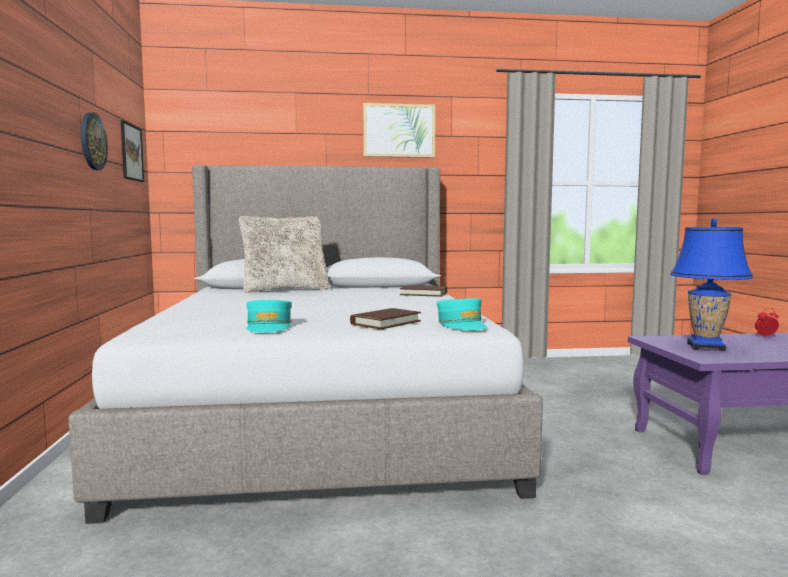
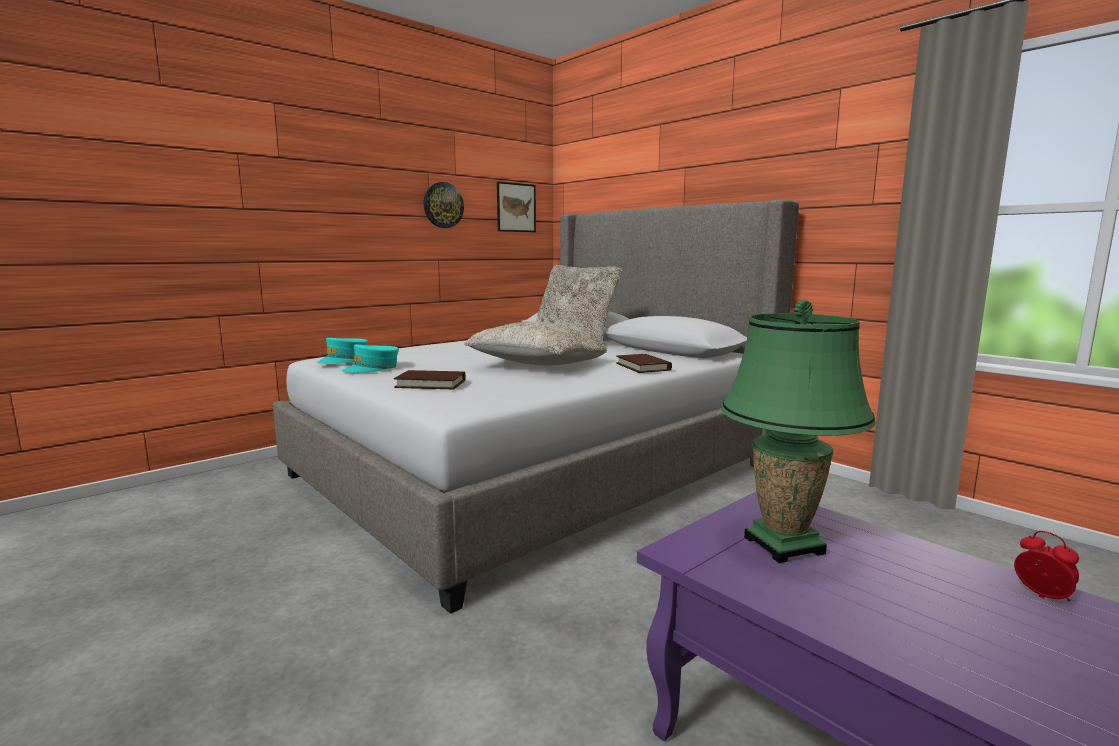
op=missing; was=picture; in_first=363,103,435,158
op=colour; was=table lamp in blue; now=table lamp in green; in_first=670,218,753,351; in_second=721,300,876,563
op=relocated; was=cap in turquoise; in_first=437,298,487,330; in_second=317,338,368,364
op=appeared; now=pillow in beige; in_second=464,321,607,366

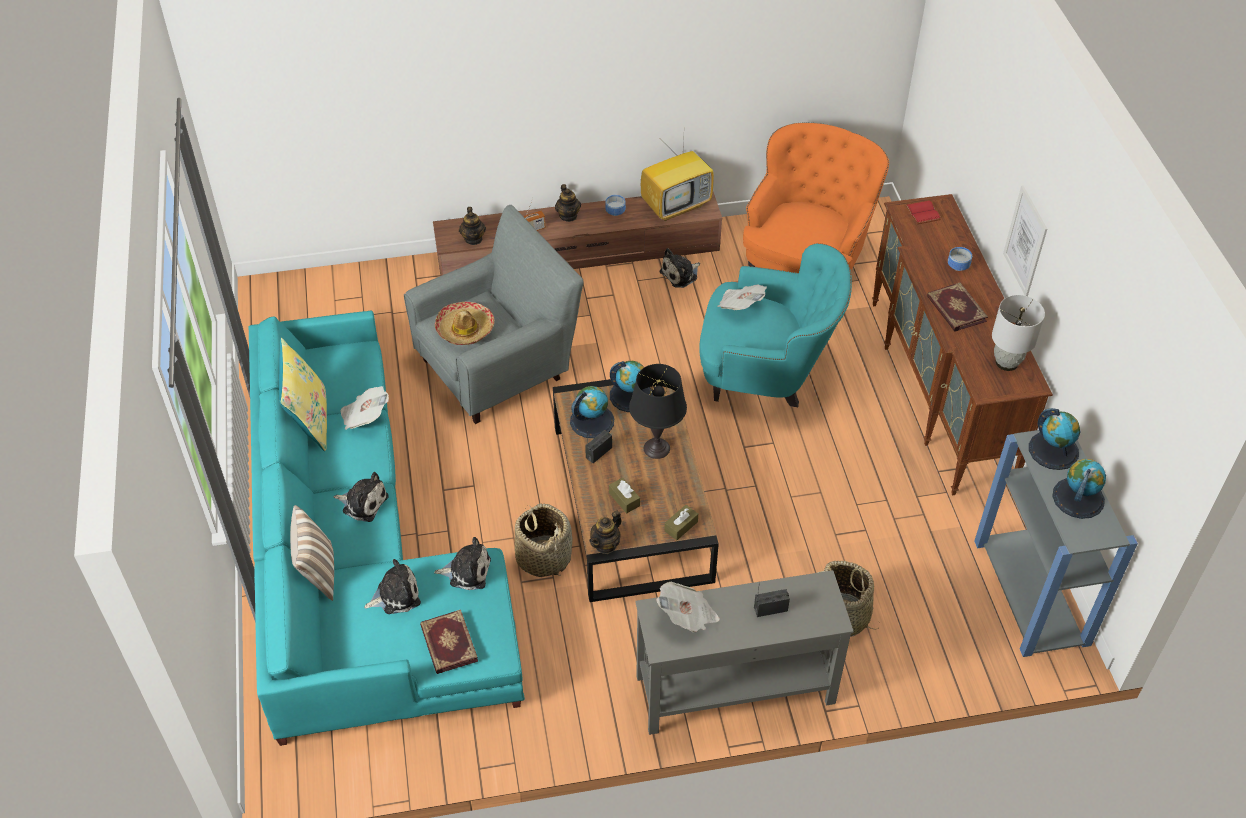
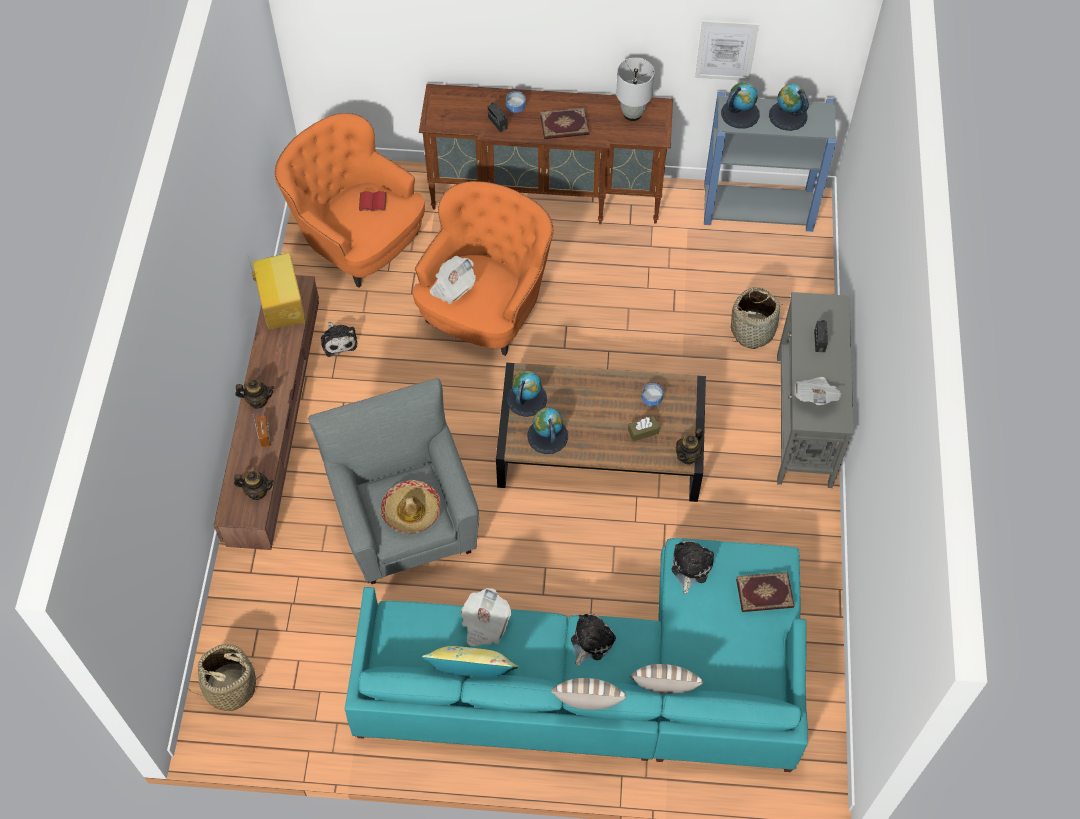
op=relocated; was=picture; in_first=1003,186,1047,296; in_second=695,20,759,81
op=relocated; was=bowl; in_first=605,195,626,216; in_second=641,383,663,406
op=relocated; was=book in red; in_first=906,200,941,224; in_second=359,191,387,211
op=colour; was=armchair in turquoise; now=armchair in orange; in_first=699,243,852,407; in_second=413,181,554,356
op=missing; was=table lamp in black; in_first=629,364,687,459
op=relocated; was=radio; in_first=585,430,612,463; in_second=487,102,508,132
op=relocated; was=basket; in_first=515,503,572,577; in_second=191,644,260,711
op=missing; was=tissue box in brown; in_first=664,505,698,540
op=spun; was=teapot; in_first=589,510,621,554; in_second=676,428,703,465; clockwise=75
op=missing; was=plush toy; in_first=364,559,421,614
op=appeared; now=pillow; in_second=551,678,626,710

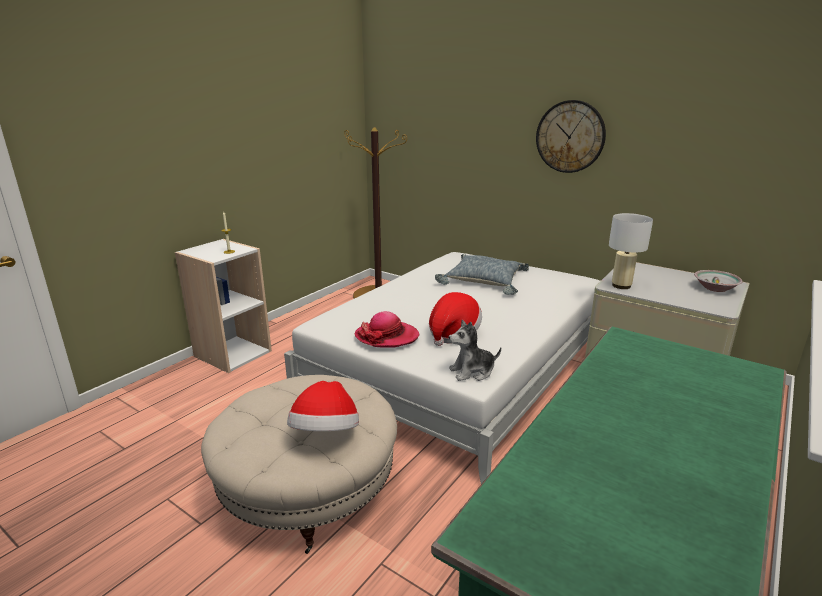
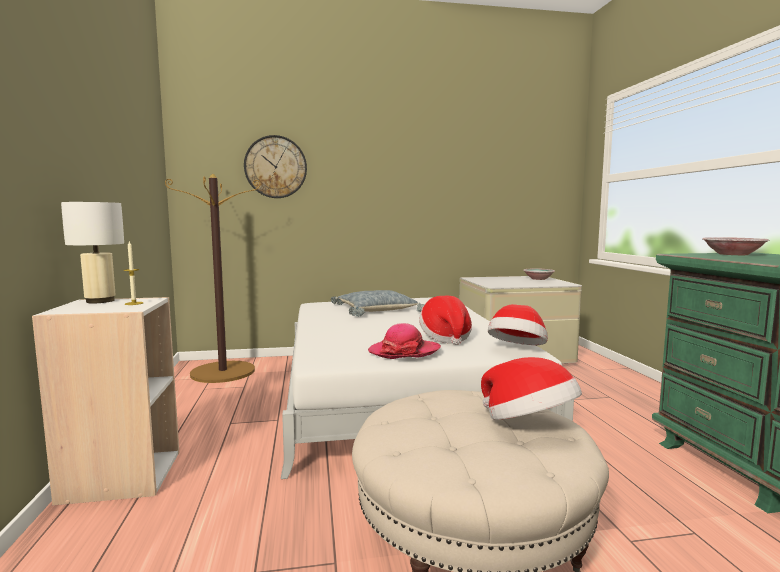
op=relocated; was=wall clock; in_first=536,100,606,173; in_second=244,135,307,198
op=relocated; was=table lamp in white; in_first=609,213,653,289; in_second=61,202,124,303
op=exchanged; was=plush toy; now=hat; in_first=448,320,501,381; in_second=488,304,548,345
op=appeared; now=bowl; in_second=703,237,770,255

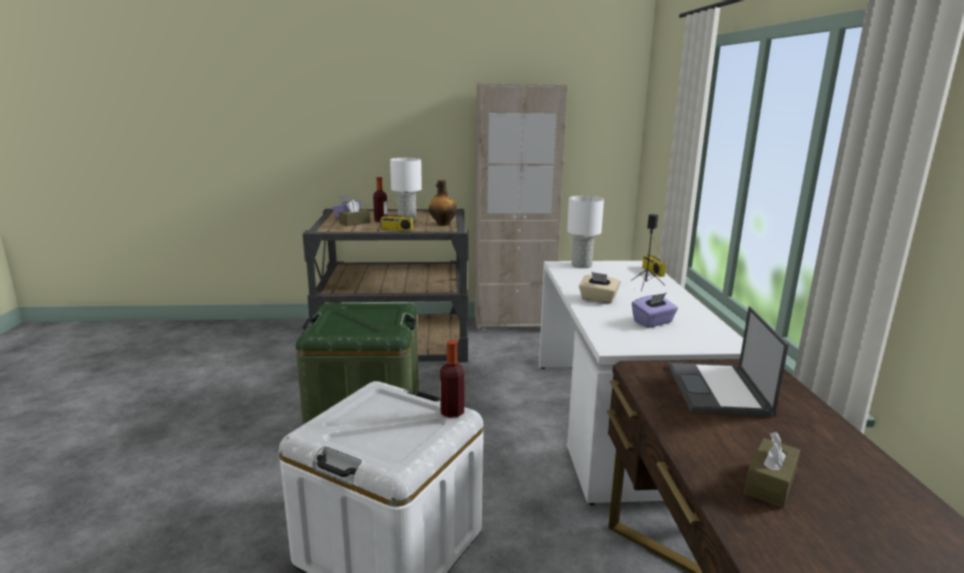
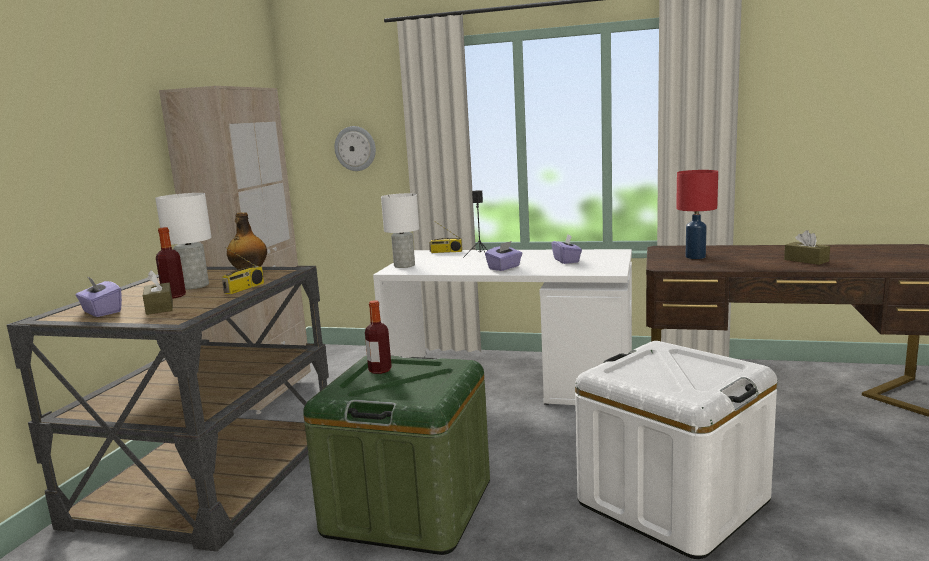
op=colour; was=tissue box in beige; now=tissue box in purple; in_first=579,272,620,304; in_second=485,241,522,271
op=exchanged; was=laptop; now=table lamp in red; in_first=668,306,789,416; in_second=676,170,718,259
op=relocated; was=bottle; in_first=440,340,464,418; in_second=365,300,392,374
op=appeared; now=wall clock; in_second=334,126,376,171

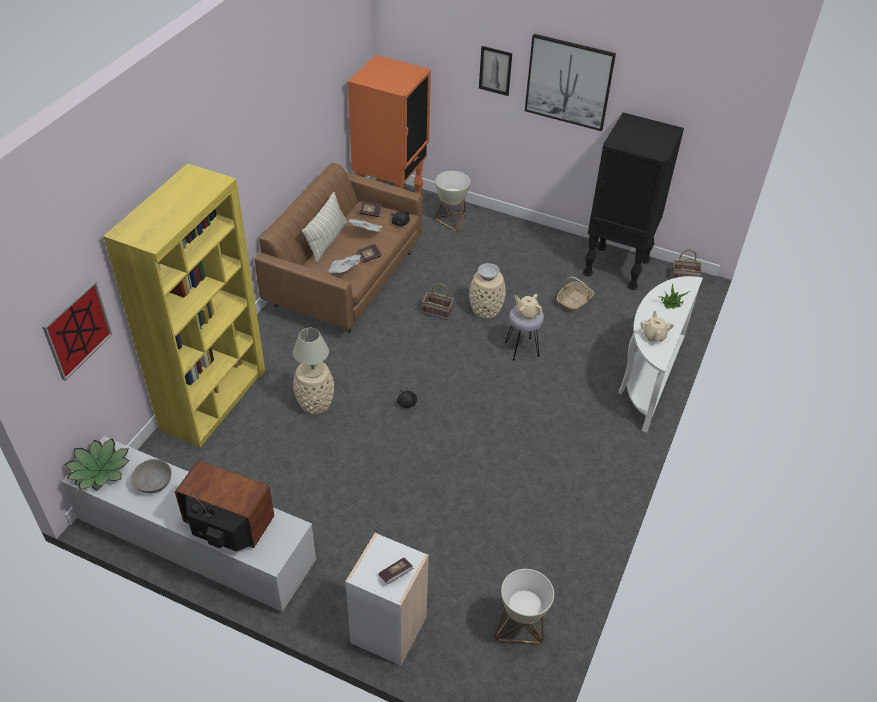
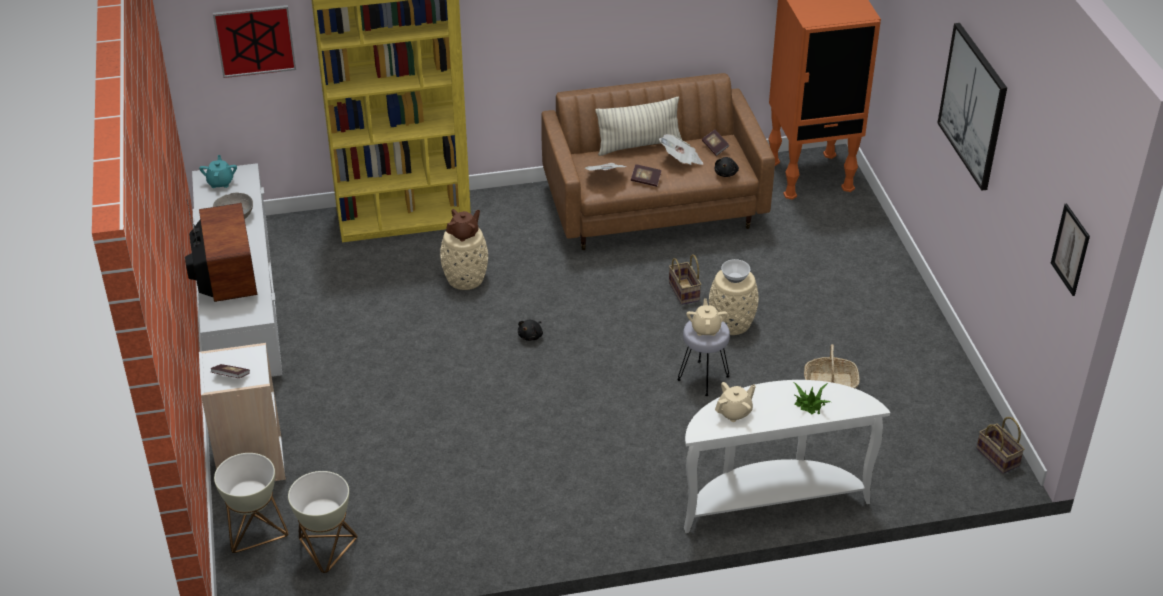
op=relocated; was=picture; in_first=479,46,512,96; in_second=1051,204,1090,296
op=missing; was=cabinet in black; in_first=583,113,684,290
op=relocated; was=planter; in_first=435,171,470,232; in_second=214,453,288,553
op=exchanged; was=table lamp in beige; now=teapot in brown; in_first=293,328,329,378; in_second=446,209,480,241
op=exchanged; was=potted plant; now=teapot in turquoise; in_first=64,438,130,491; in_second=199,155,237,188

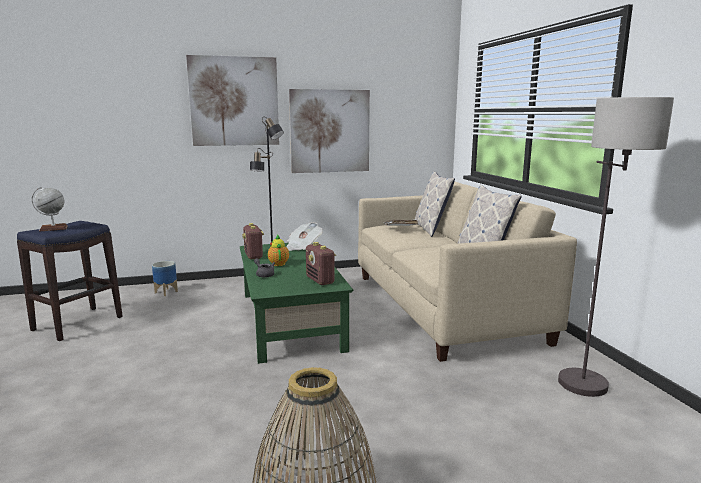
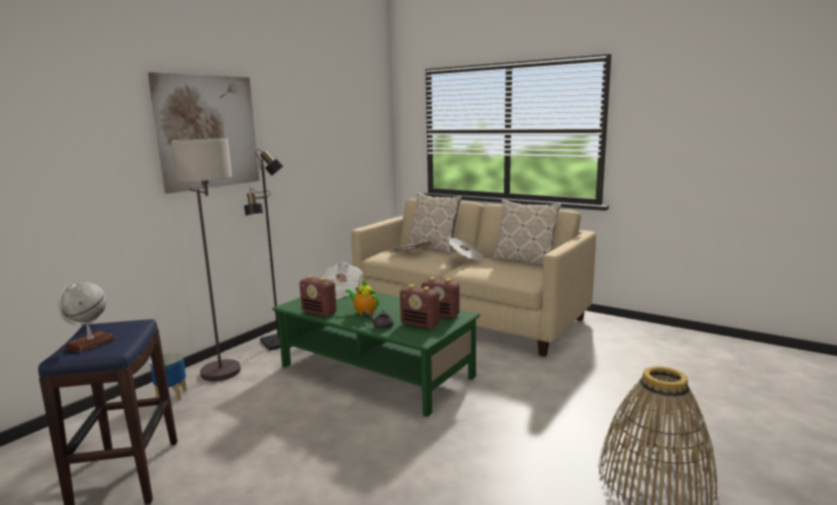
op=missing; was=picture; in_first=289,89,370,173
op=relocated; was=floor lamp in grey; in_first=558,97,674,397; in_second=171,138,241,381
op=appeared; now=newspaper; in_second=447,237,484,262
op=appeared; now=radio; in_second=400,284,440,329

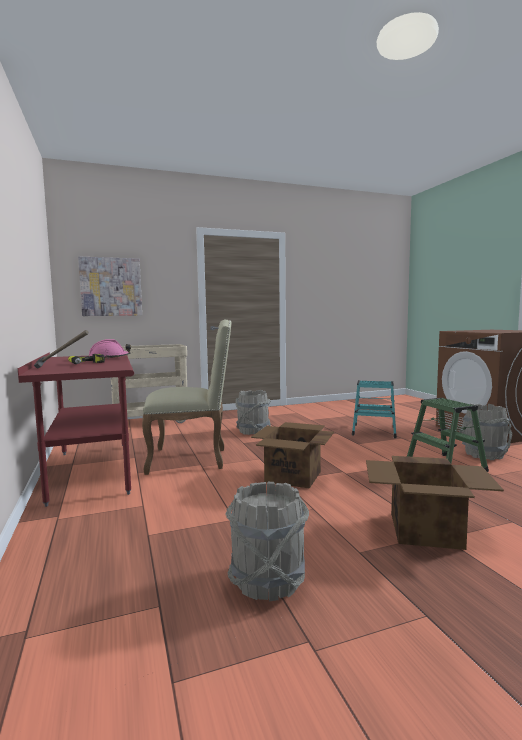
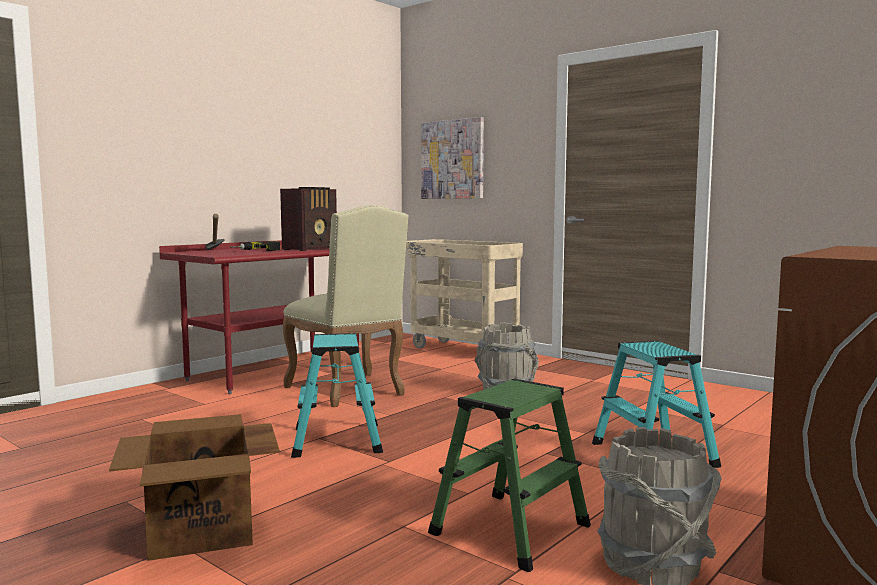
op=exchanged; was=hard hat in pink; now=radio; in_first=89,339,131,359; in_second=280,187,337,251
op=exchanged; was=cardboard box; now=step ladder in turquoise; in_first=251,422,334,488; in_second=291,333,383,458
op=missing; was=bucket in grey; in_first=225,482,309,602

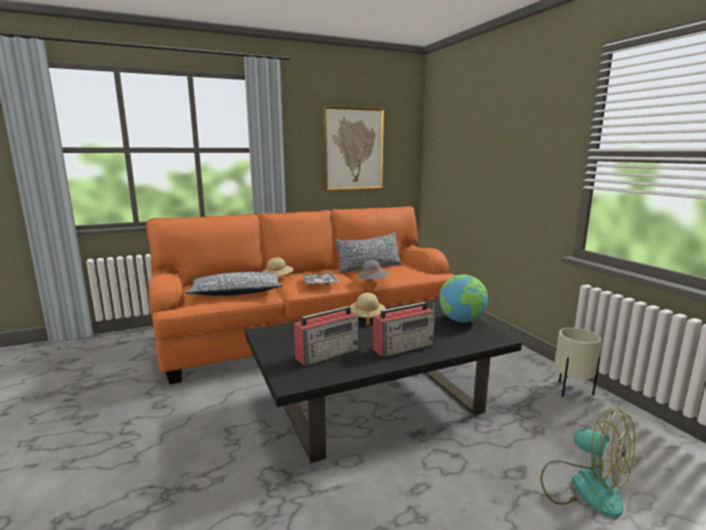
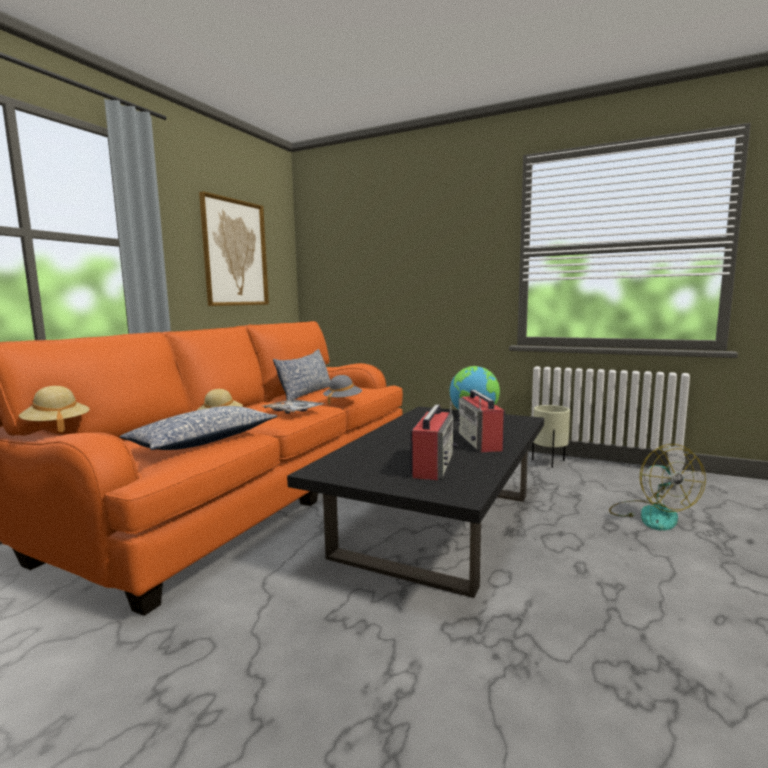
op=relocated; was=hat in beige; in_first=349,293,386,326; in_second=19,386,90,432
op=spun; was=radio; in_first=373,302,435,357; in_second=456,390,505,452; clockwise=150
op=spun; was=fan; in_first=540,408,635,518; in_second=609,444,706,530; clockwise=75

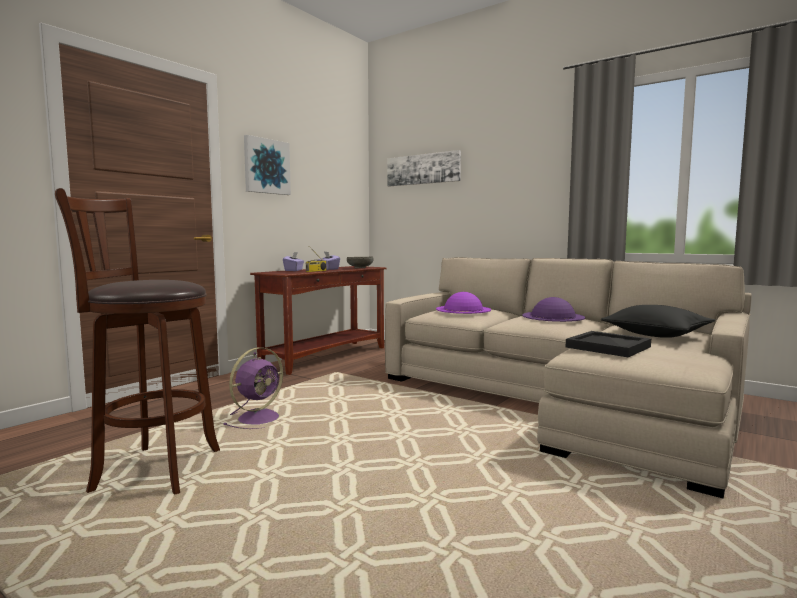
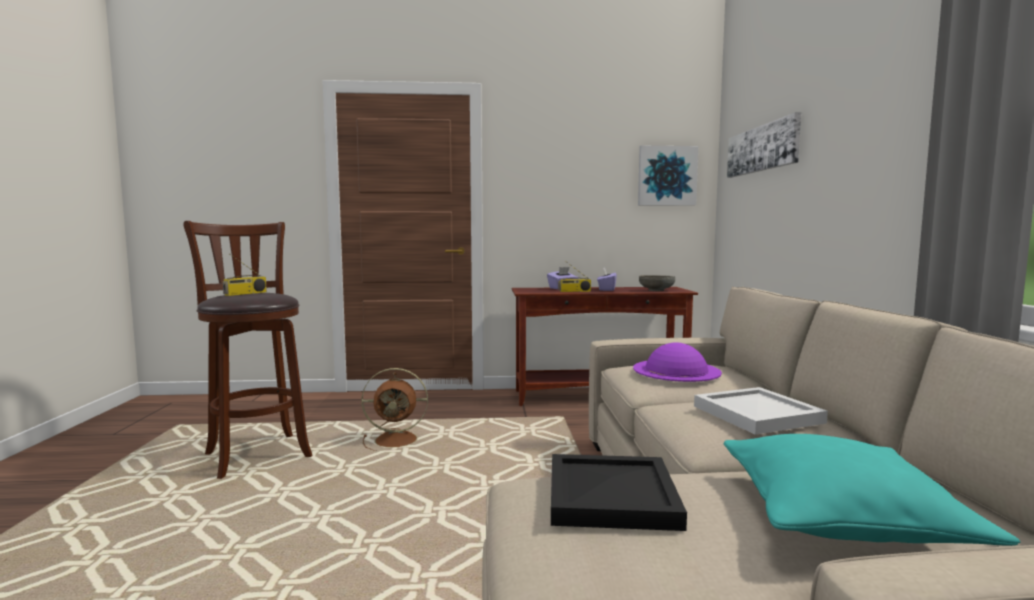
op=relocated; was=picture; in_first=244,135,291,195; in_second=638,146,698,206
op=exchanged; was=hat in purple; now=tray in white; in_first=522,297,585,322; in_second=694,387,828,435
op=colour; was=pillow in black; now=pillow in turquoise; in_first=601,305,715,338; in_second=724,434,1020,546
op=colour; was=fan in purple; now=fan in brown; in_first=223,347,283,429; in_second=361,368,428,451
op=appeared; now=radio; in_second=223,253,267,296

